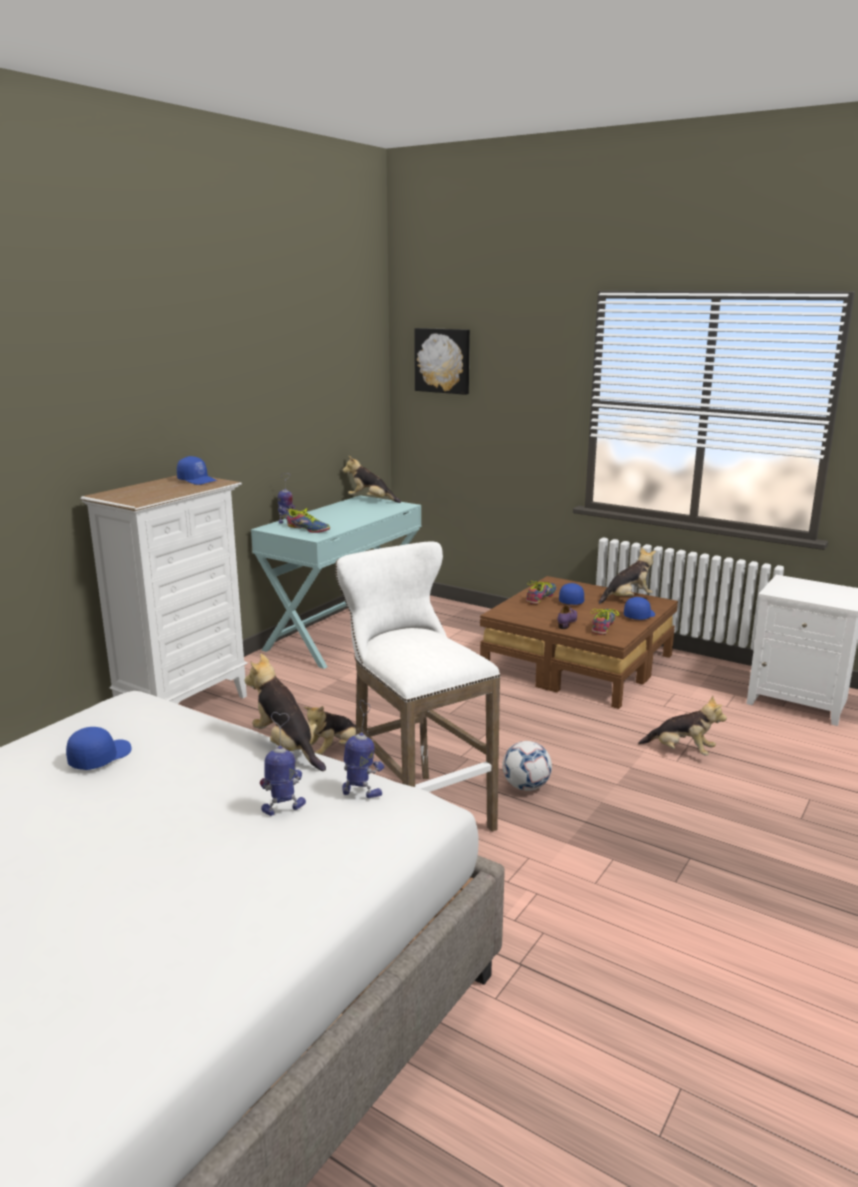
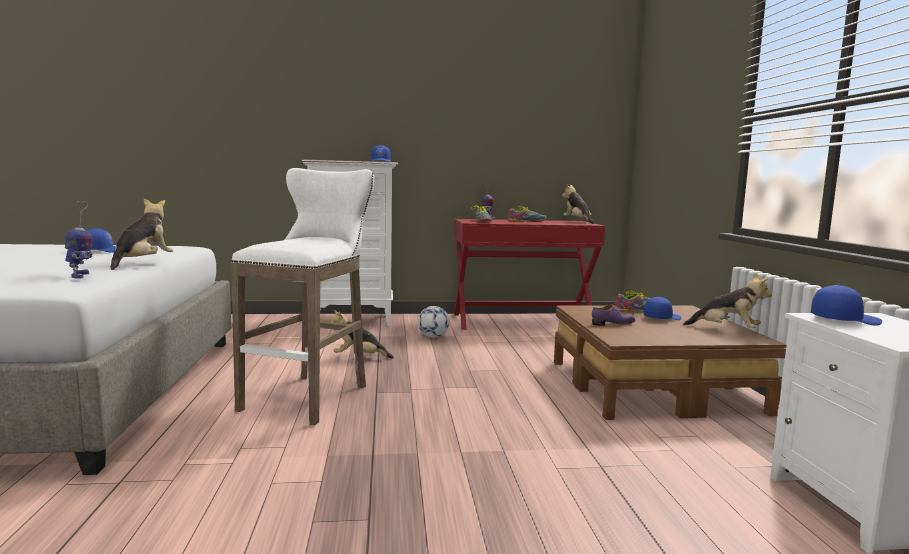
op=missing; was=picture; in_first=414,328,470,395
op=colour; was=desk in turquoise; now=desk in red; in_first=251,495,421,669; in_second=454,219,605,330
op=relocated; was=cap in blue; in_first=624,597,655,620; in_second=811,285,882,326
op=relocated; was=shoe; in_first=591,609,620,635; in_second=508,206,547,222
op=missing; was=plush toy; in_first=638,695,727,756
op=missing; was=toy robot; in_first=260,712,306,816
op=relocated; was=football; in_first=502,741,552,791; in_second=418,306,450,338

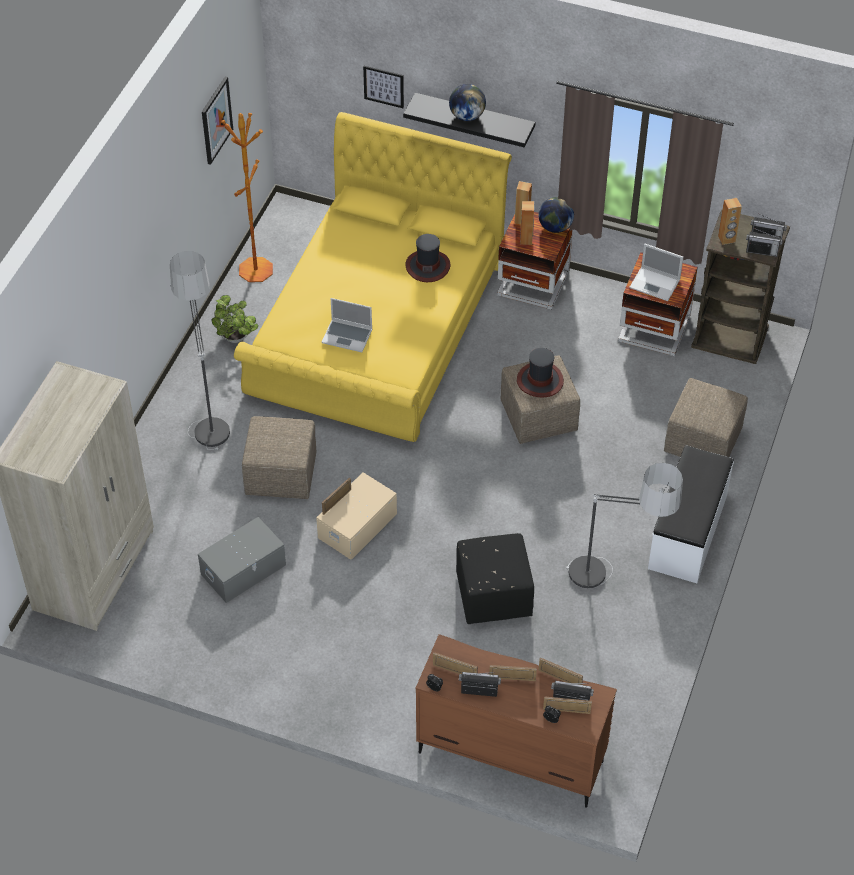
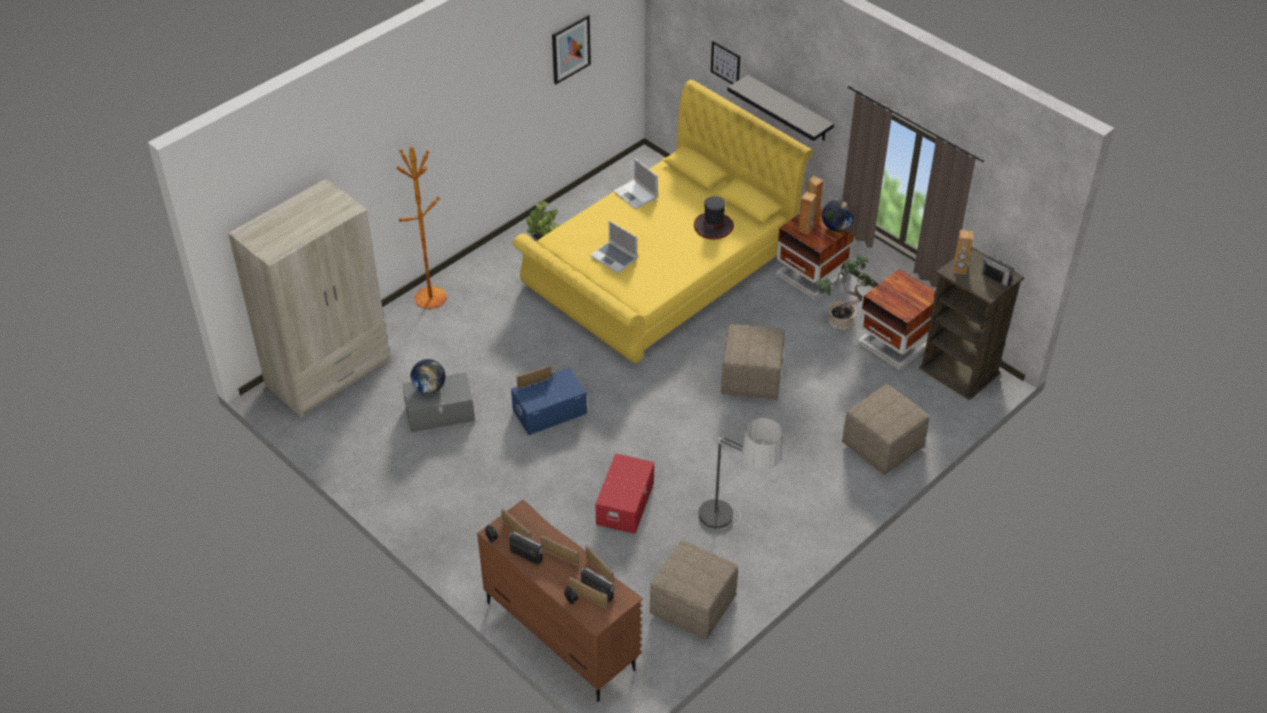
op=relocated; was=globe; in_first=449,84,486,121; in_second=410,359,446,394
op=relocated; was=clothes rack in orange; in_first=221,113,273,282; in_second=396,146,447,309
op=missing; was=radio; in_first=746,228,783,257
op=relocated; was=laptop; in_first=629,244,683,301; in_second=613,158,658,210
op=missing; was=floor lamp; in_first=170,251,230,450
op=missing; was=hat; in_first=517,348,564,398
op=relocated; was=ottoman in beige; in_first=242,416,317,499; in_second=650,541,738,640
op=missing; was=bench in white; in_first=648,445,734,583
op=colour; was=storage box in beige; now=storage box in blue; in_first=316,472,397,560; in_second=511,368,587,435
op=exchanged; was=ottoman in black; now=storage box in red; in_first=456,533,534,624; in_second=595,453,654,534
op=appeared; now=potted plant; in_second=814,254,875,330

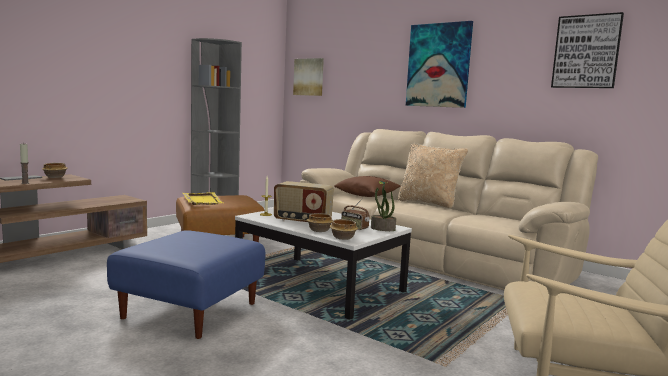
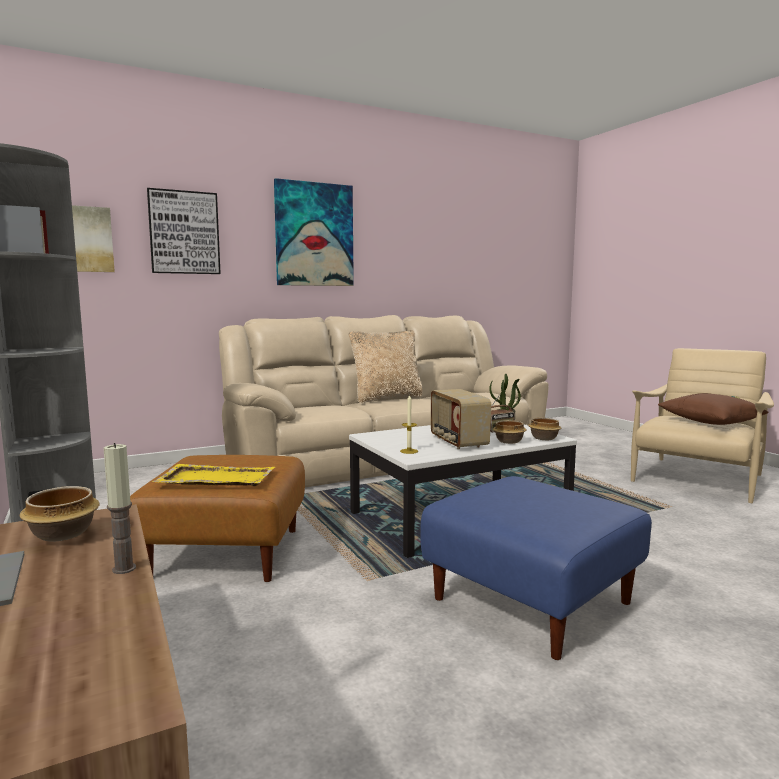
op=relocated; was=picture; in_first=551,12,624,88; in_second=147,188,221,274
op=relocated; was=pillow in brown; in_first=334,176,401,197; in_second=658,393,768,425
op=spun; was=radio; in_first=274,181,334,222; in_second=431,389,491,449; clockwise=120

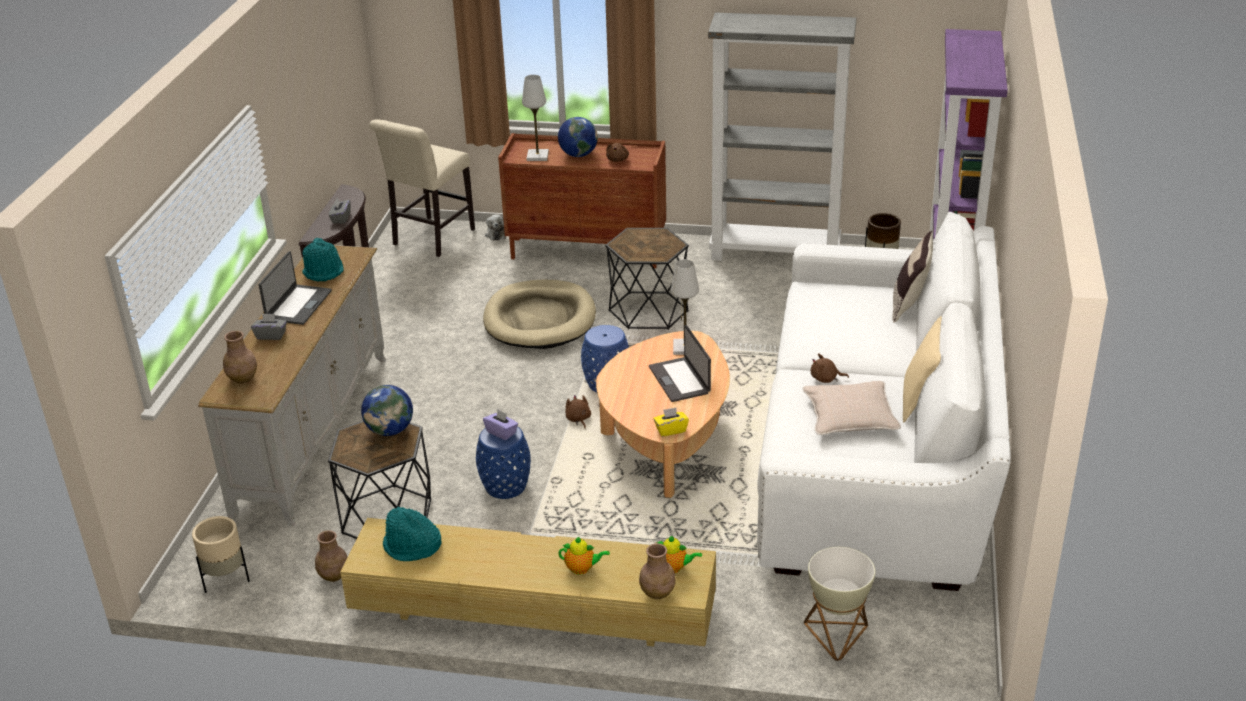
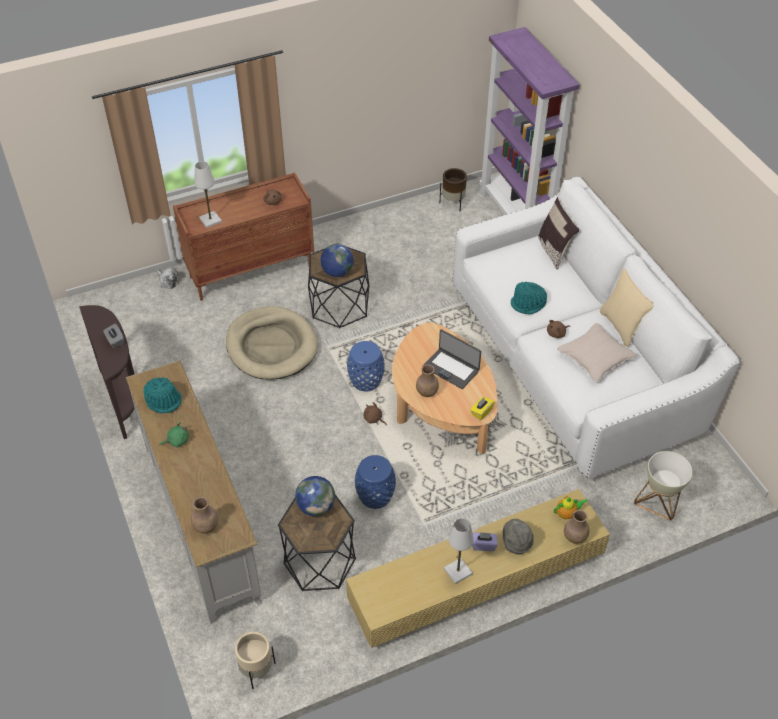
op=missing; was=bookcase in grey; in_first=708,12,856,261
op=relocated; was=globe; in_first=558,117,598,157; in_second=320,244,354,277
op=missing; was=stool in beige; in_first=369,119,475,257
op=exchanged; was=laptop; now=plush toy in green; in_first=259,251,332,325; in_second=159,422,189,447
op=relocated; was=table lamp in white; in_first=671,259,699,355; in_second=444,518,474,584
op=missing; was=tissue box in grey; in_first=251,313,287,340
op=relocated; was=tissue box in purple; in_first=483,410,518,440; in_second=472,532,497,551
op=relocated; was=hat in turquoise; in_first=383,507,442,561; in_second=511,281,547,314
op=relocated; was=vase in brown; in_first=315,530,348,582; in_second=416,364,439,397
op=exchanged; was=teapot; now=hat in grey; in_first=558,537,610,575; in_second=503,519,534,555

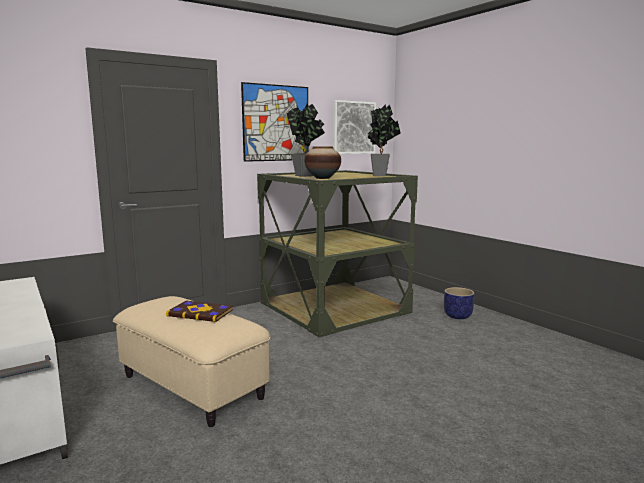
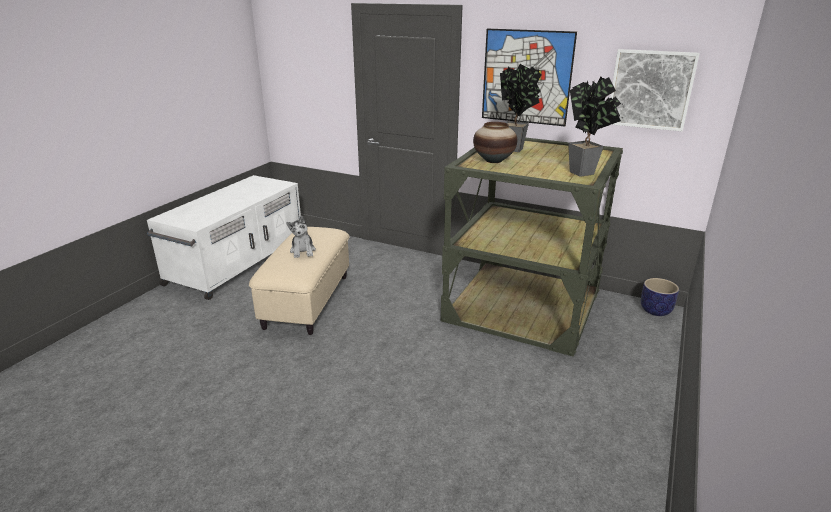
op=relocated; was=planter; in_first=444,287,474,319; in_second=641,278,679,316
op=exchanged; was=book; now=plush toy; in_first=166,301,233,322; in_second=286,216,316,258

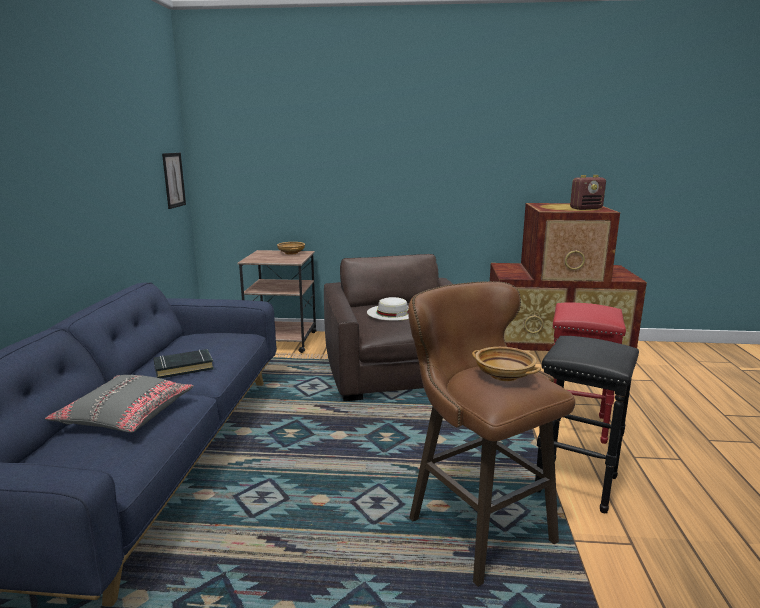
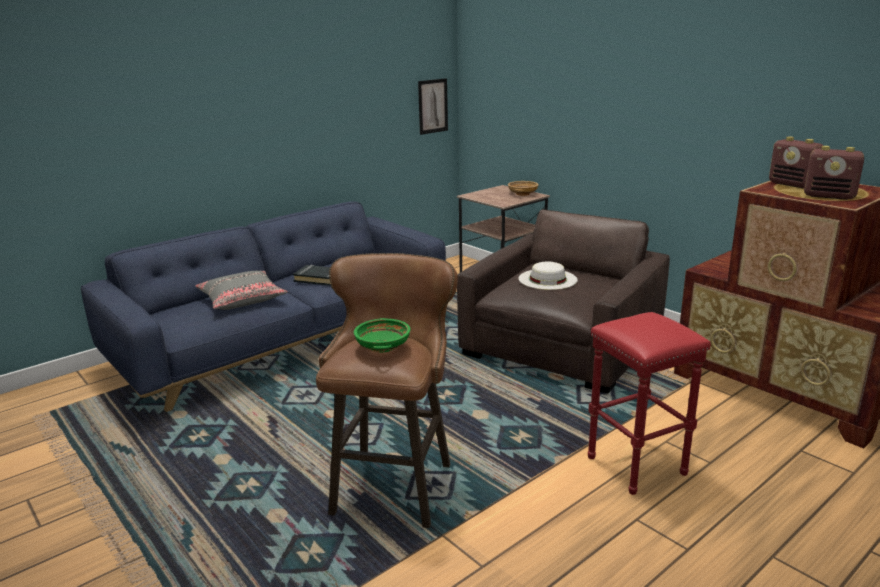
op=missing; was=stool in black; in_first=535,336,639,513
op=colour; was=bowl in beige; now=bowl in green; in_first=472,347,541,381; in_second=354,318,411,352
op=appeared; now=radio; in_second=769,136,823,189

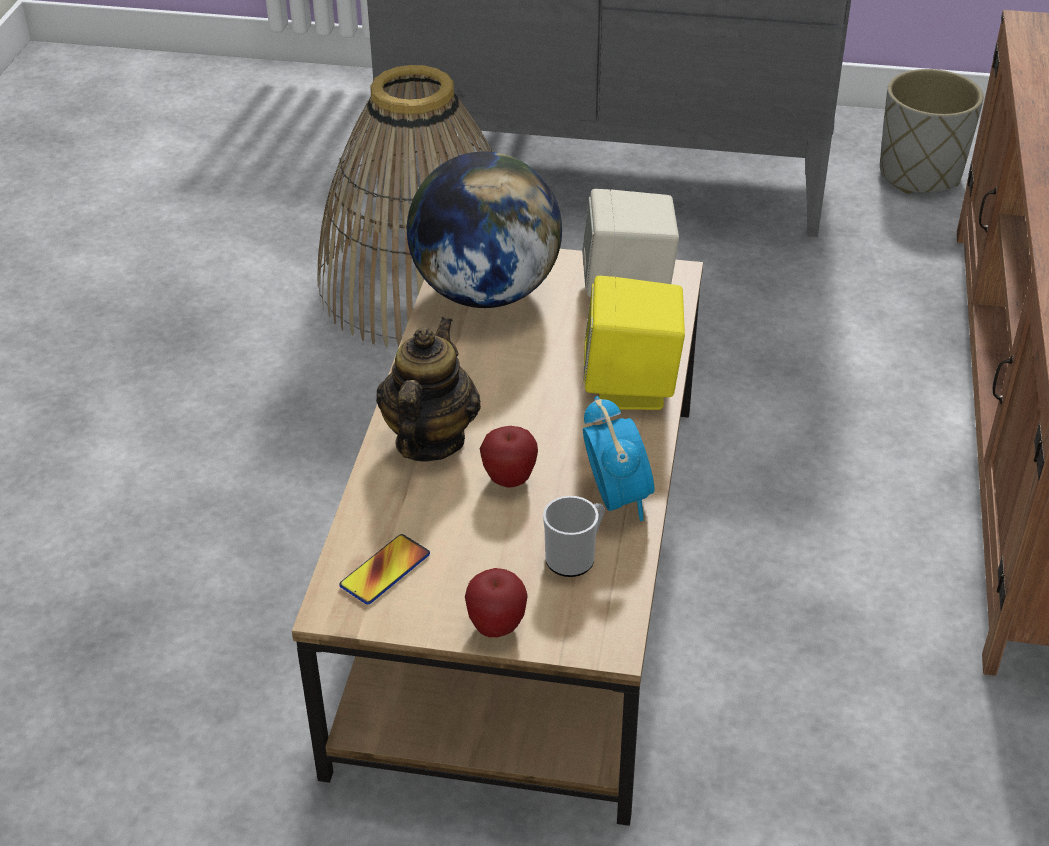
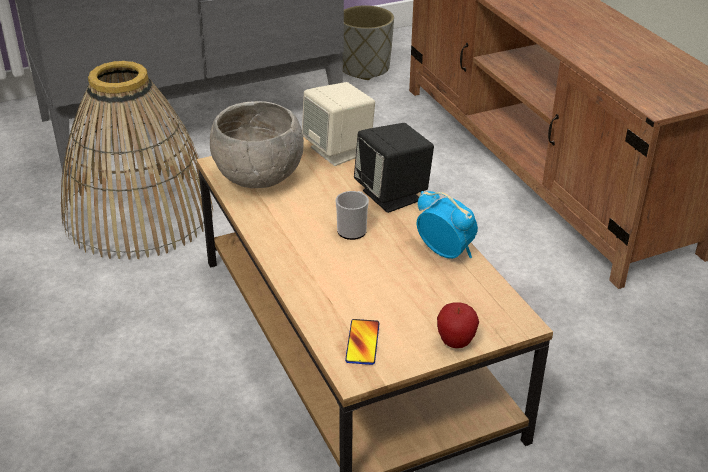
op=exchanged; was=globe; now=bowl in grey; in_first=407,151,562,308; in_second=210,101,304,188
op=colour; was=speaker in yellow; now=speaker in black; in_first=583,276,685,410; in_second=354,123,434,213
op=missing; was=teapot; in_first=376,317,481,462
op=missing; was=apple; in_first=480,426,538,488
op=relocated; was=mug; in_first=543,496,605,577; in_second=336,191,369,240

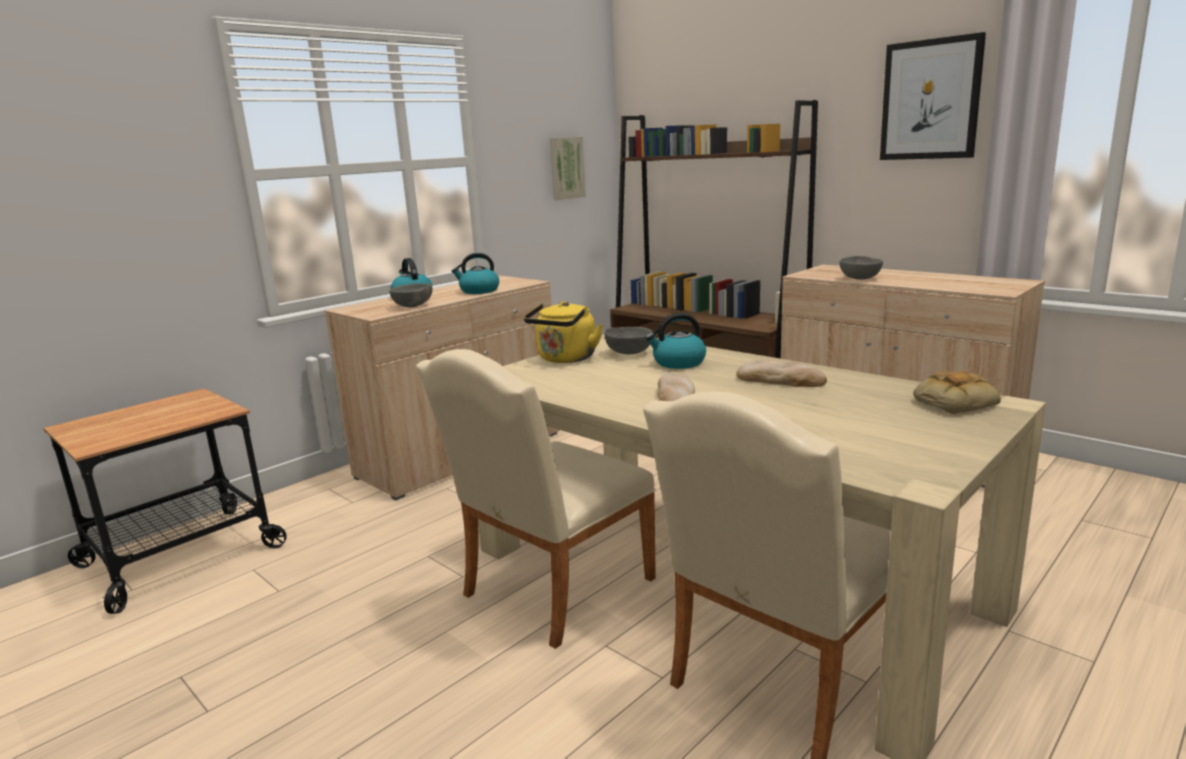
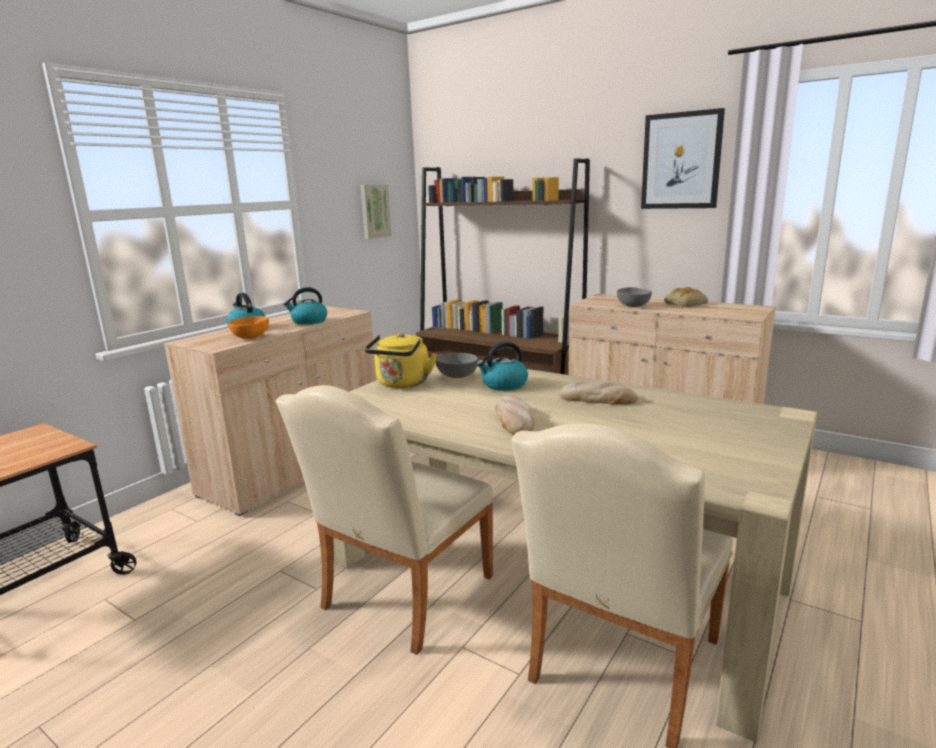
op=colour; was=bowl in grey; now=bowl in orange; in_first=389,283,432,307; in_second=228,316,269,339
op=relocated; was=bread; in_first=913,371,1001,414; in_second=664,287,708,307

